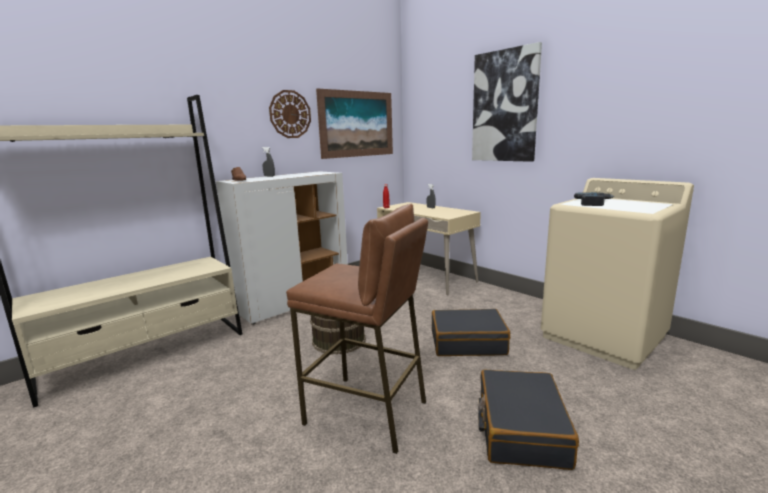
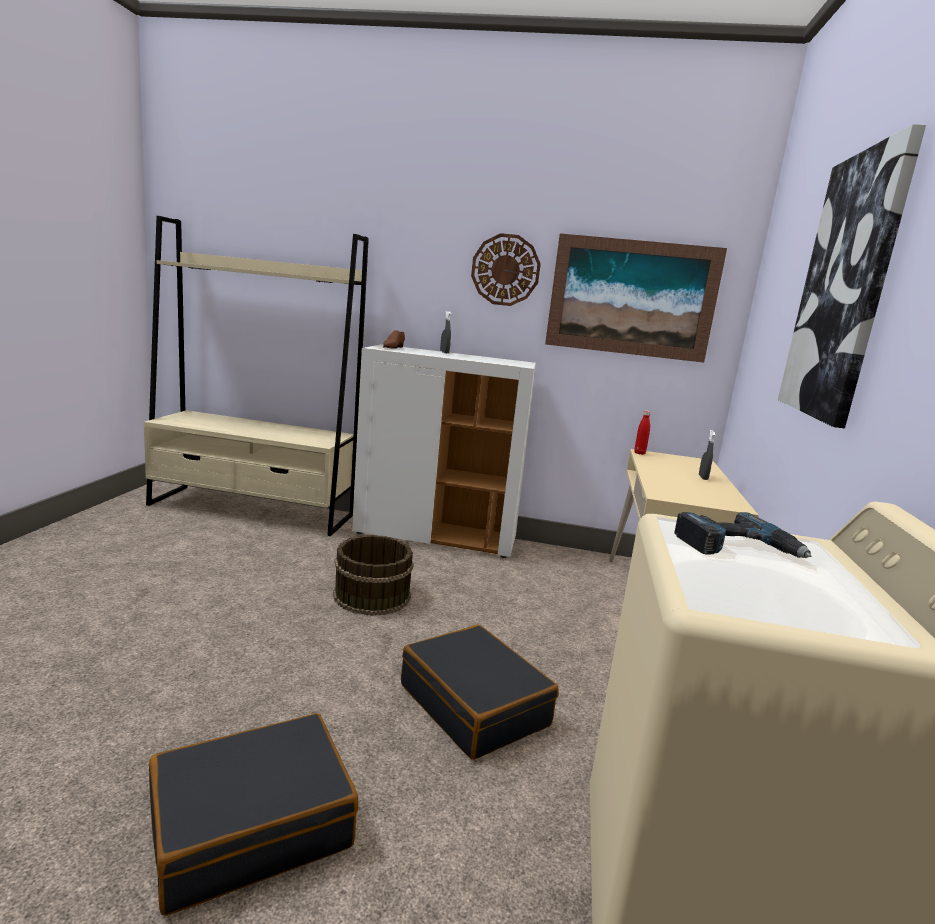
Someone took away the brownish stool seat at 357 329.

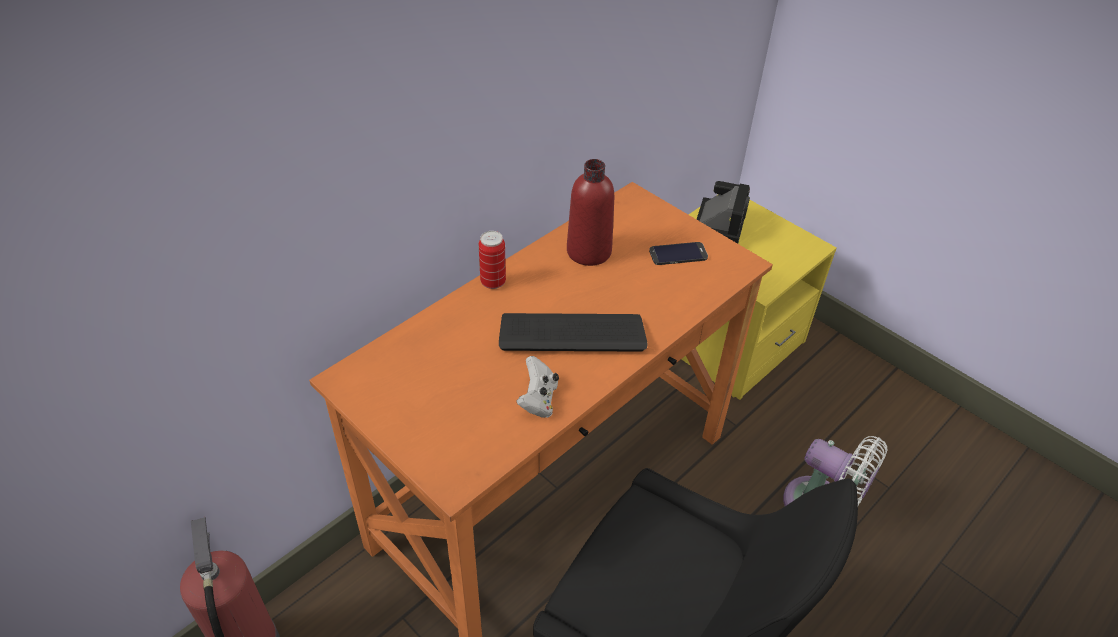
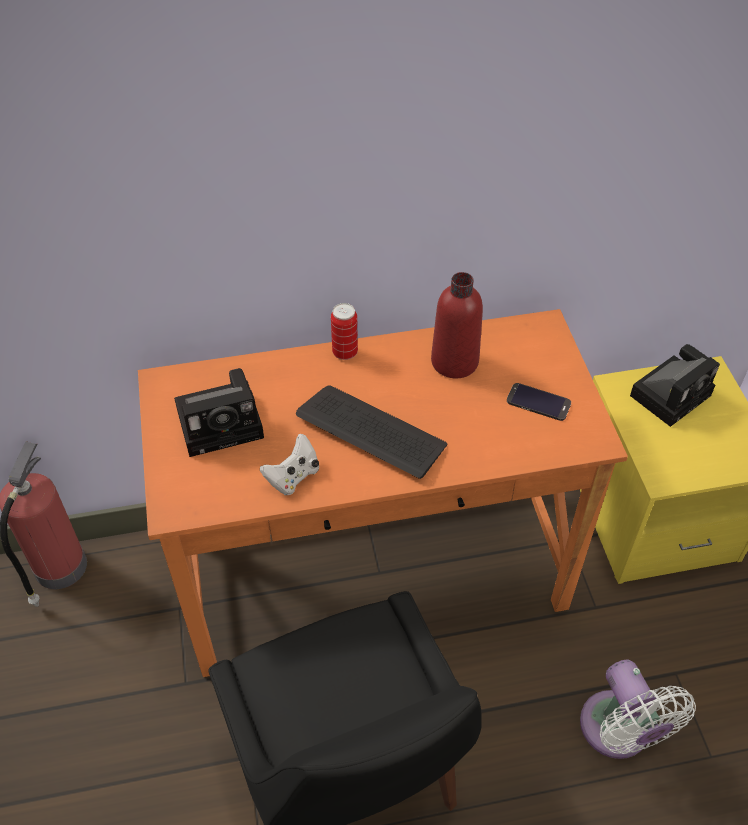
Someone put down the photo camera at 219 412.

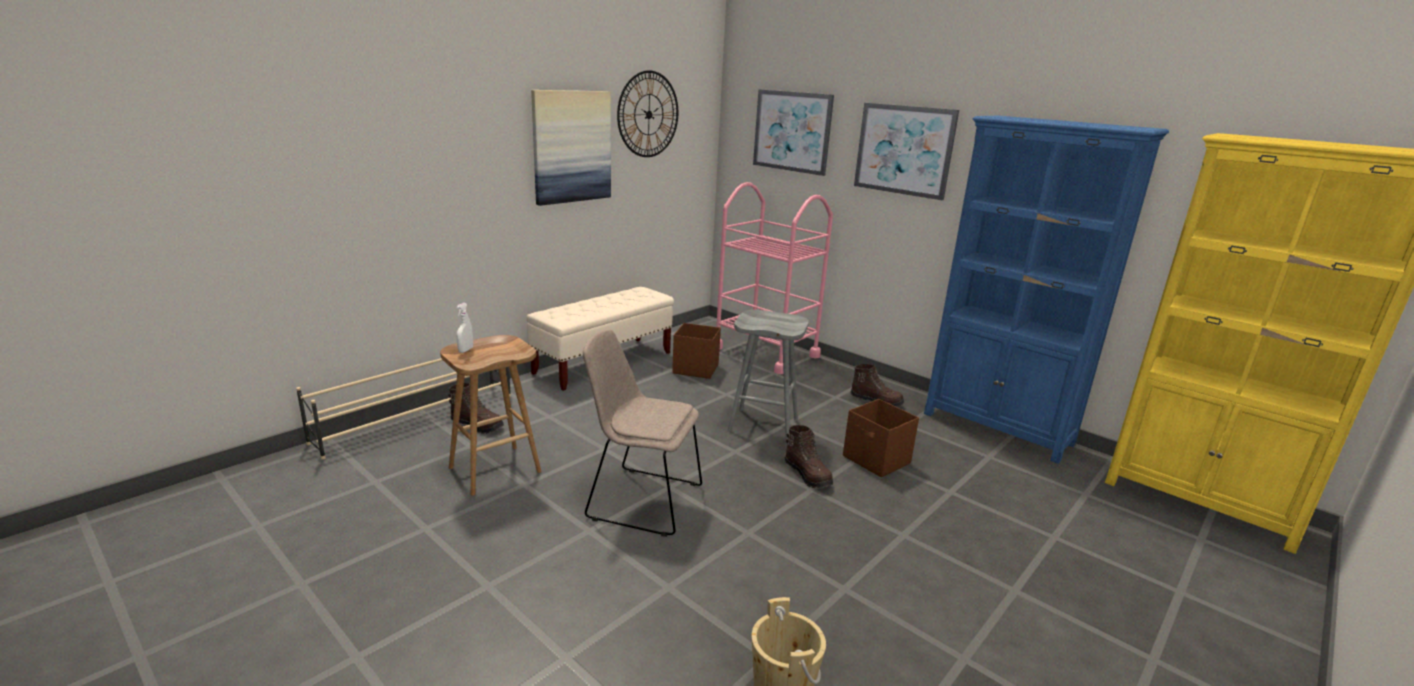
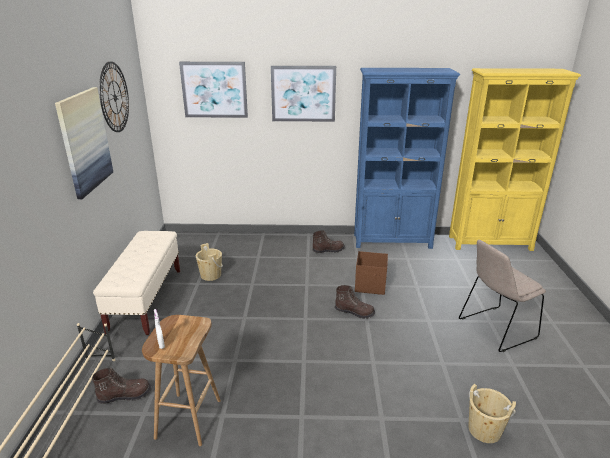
Someone swapped the brownish storage box at 696 351 for the beige-coloured water bucket at 209 262. Someone carried the beige-coloured plain chair from 642 433 to 502 296. Someone took away the pink cart at 774 278. Someone took away the gray stool seat at 768 374.

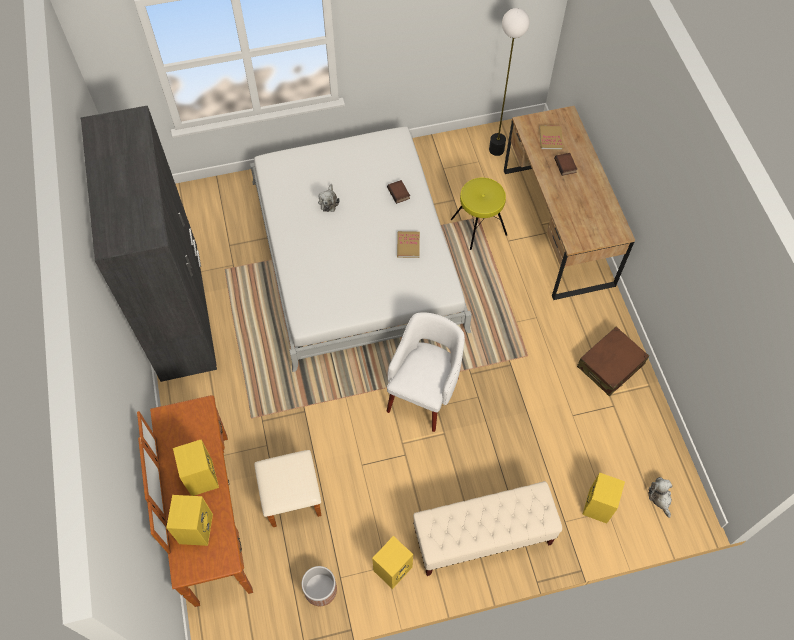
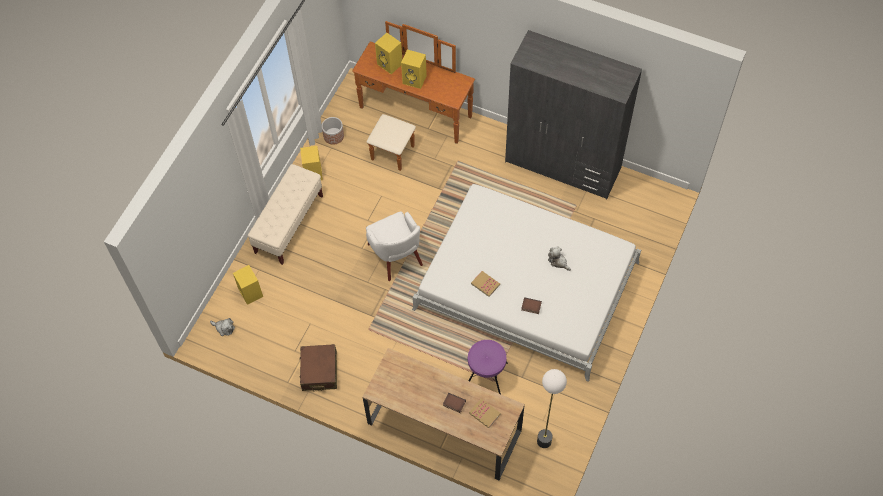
Someone repainted the yellowish stool seat at 479 214, which became the purple stool seat at 488 367.

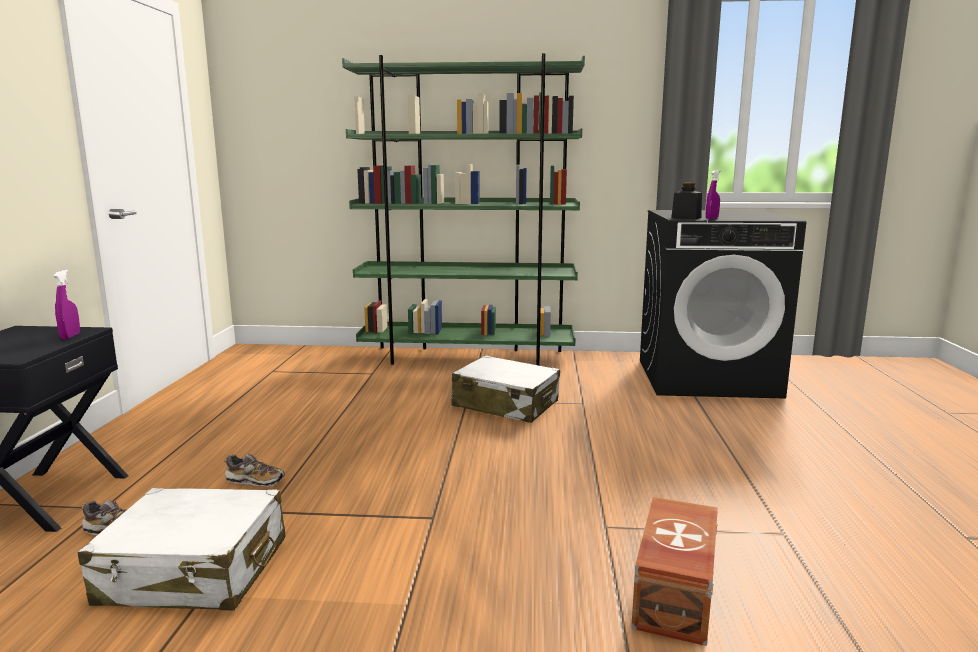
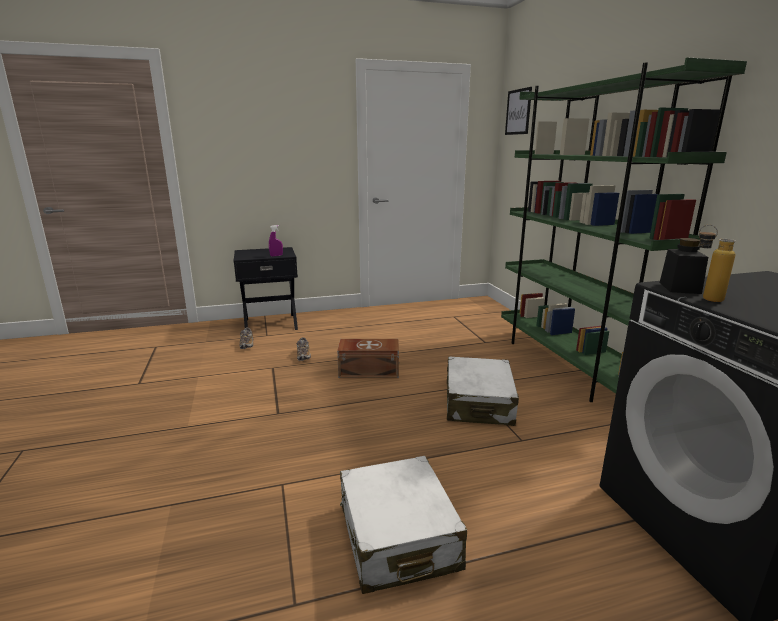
Someone carried the brownish storage box from 674 571 to 368 358. Someone carried the white-coloured piece of luggage from 181 549 to 403 525. Someone put up the wall art at 518 111. Someone swapped the purple spray bottle at 713 194 for the beverage bottle at 717 263.

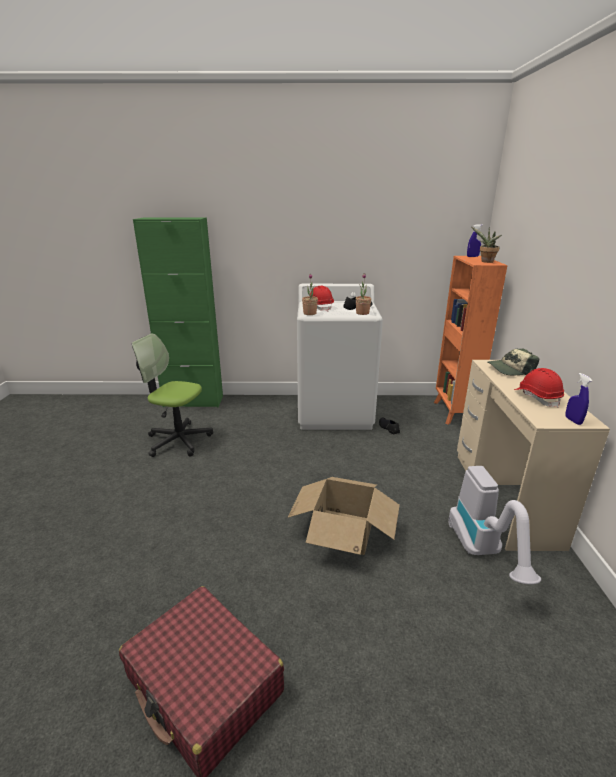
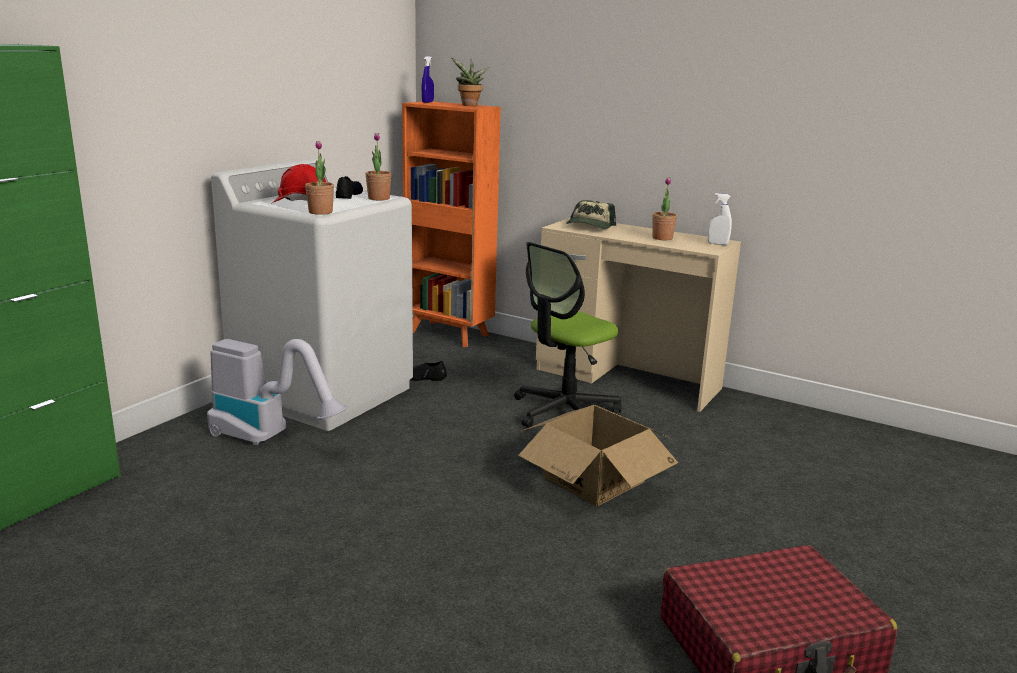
Someone carried the hoover from 494 525 to 277 392. Someone carried the office chair from 172 395 to 568 335. Someone swapped the red-coloured hard hat at 539 388 for the plant in a pot at 664 208. Someone repainted the blue spray bottle at 578 399, which became the white-coloured spray bottle at 720 219.

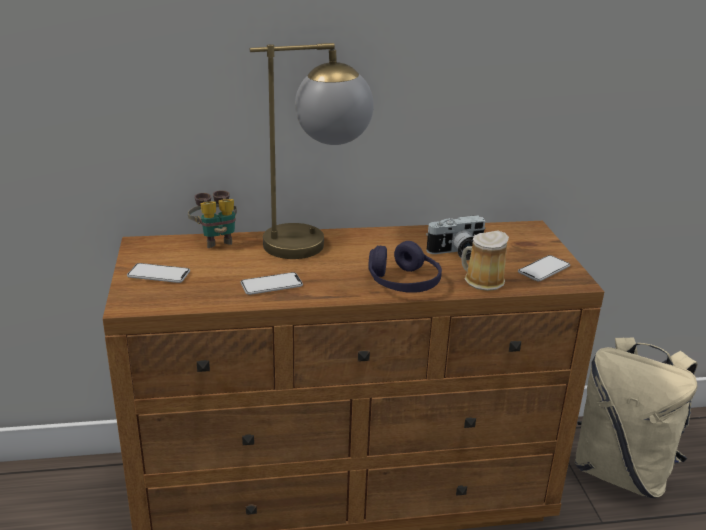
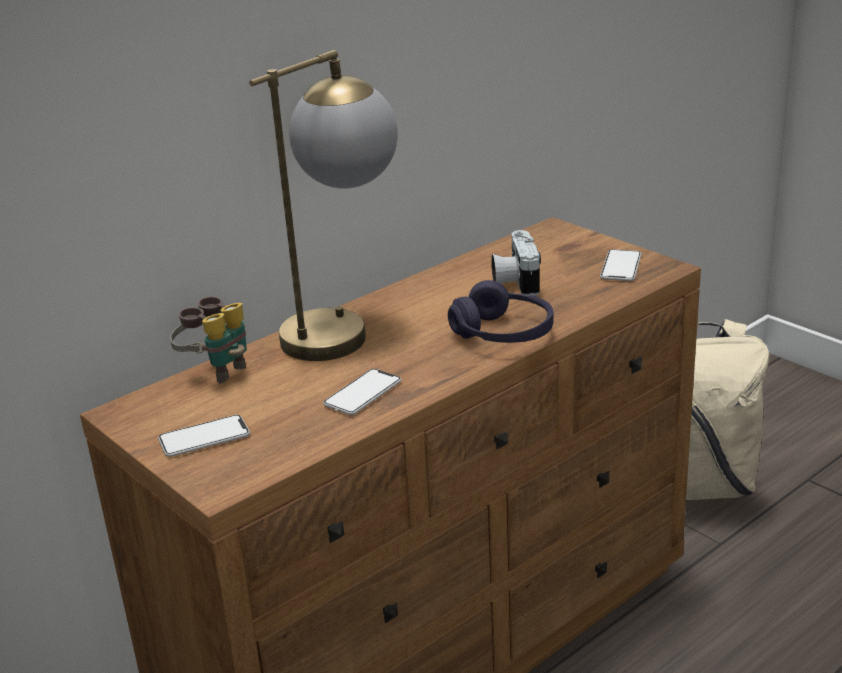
Someone rotated the photo camera at 455 237 by 135 degrees clockwise. Someone took away the coffee mug at 485 260.

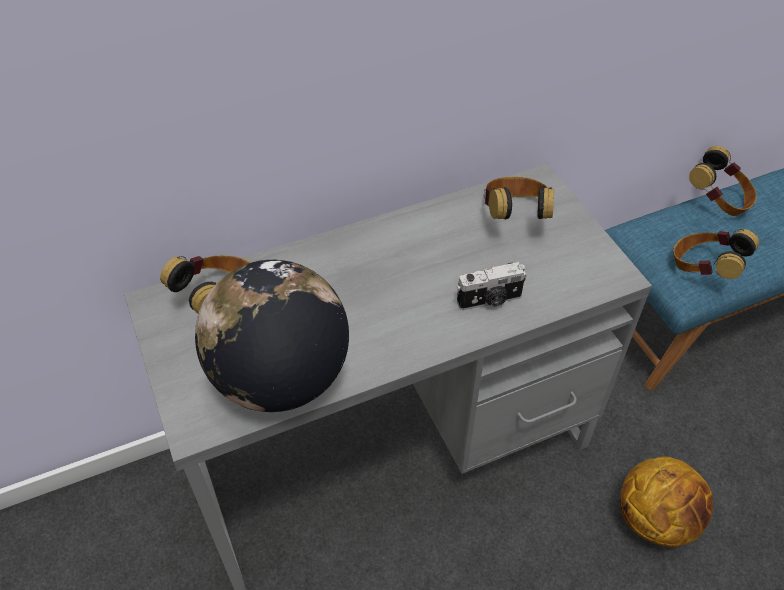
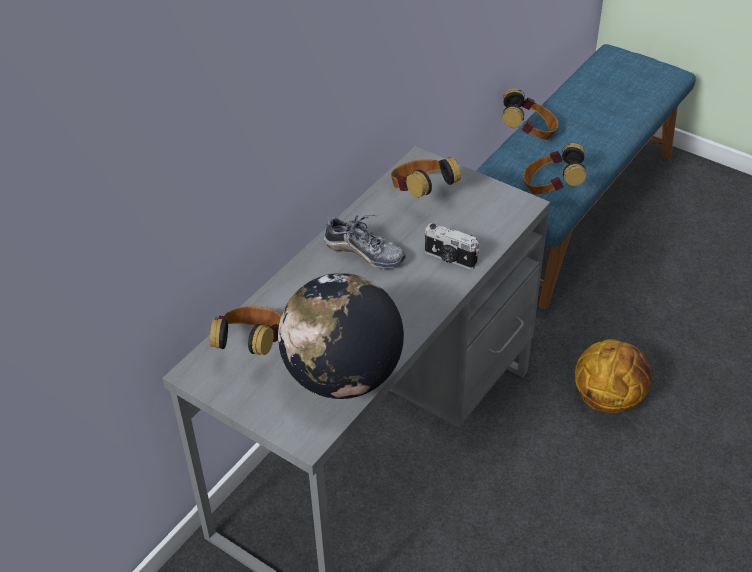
Someone put down the shoe at 365 242. Someone rotated the photo camera at 492 286 by 75 degrees clockwise.

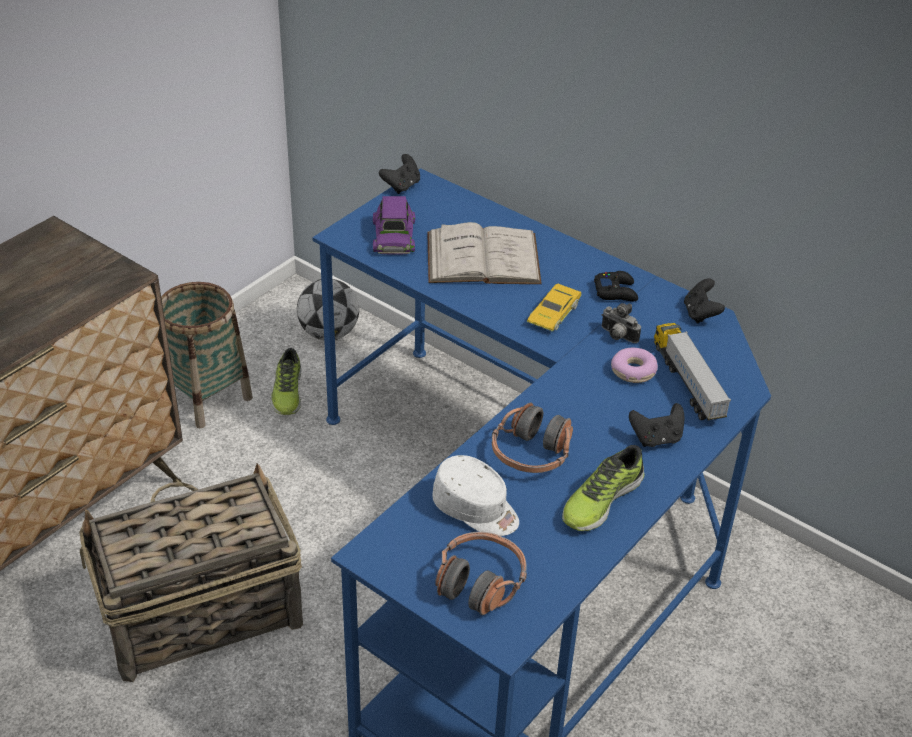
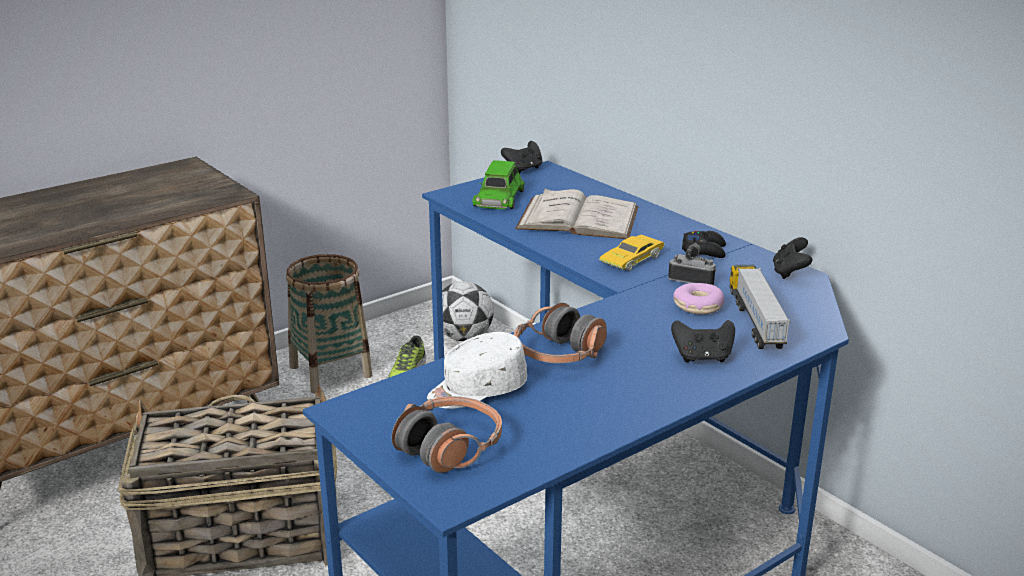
Someone rotated the white-coloured peaked cap at 475 495 by 105 degrees clockwise. Someone repainted the purple miniature car at 394 225, which became the green miniature car at 498 184. Someone rotated the photo camera at 621 323 by 150 degrees clockwise. Someone took away the shoe at 603 488.

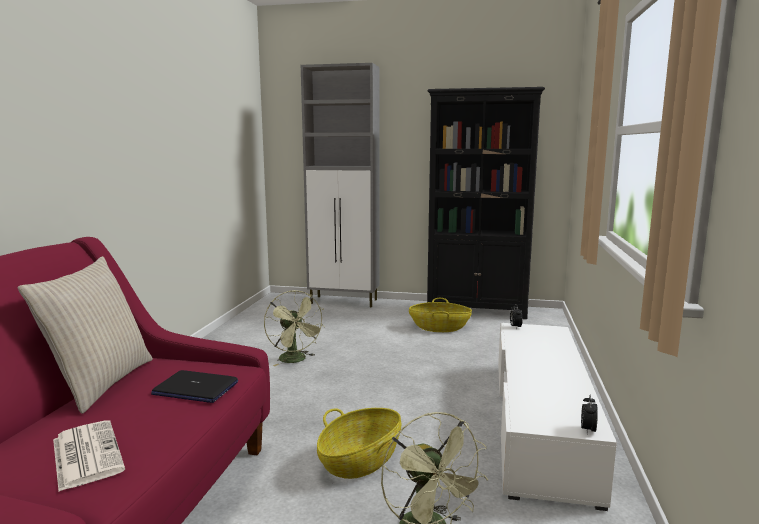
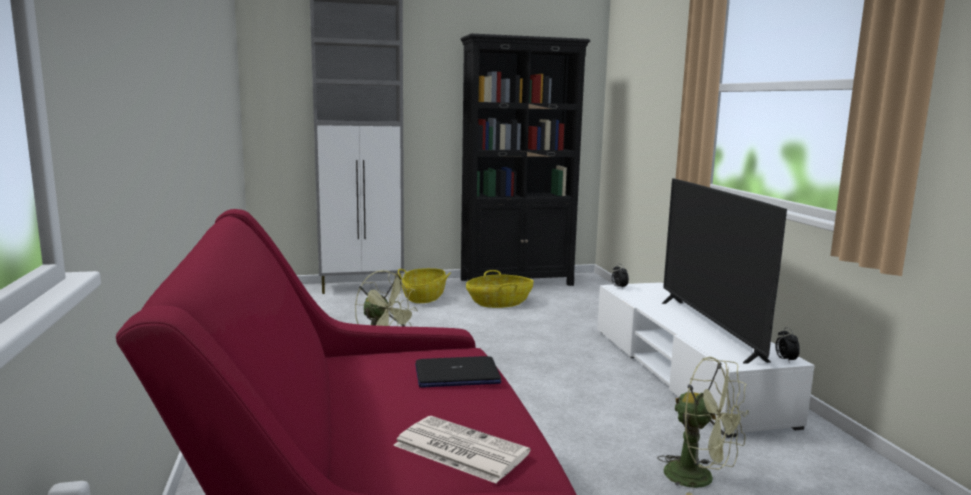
Someone carried the storage basket from 359 443 to 424 285. Someone put down the TV set at 724 271. Someone took away the beige-coloured throw pillow at 85 335.

